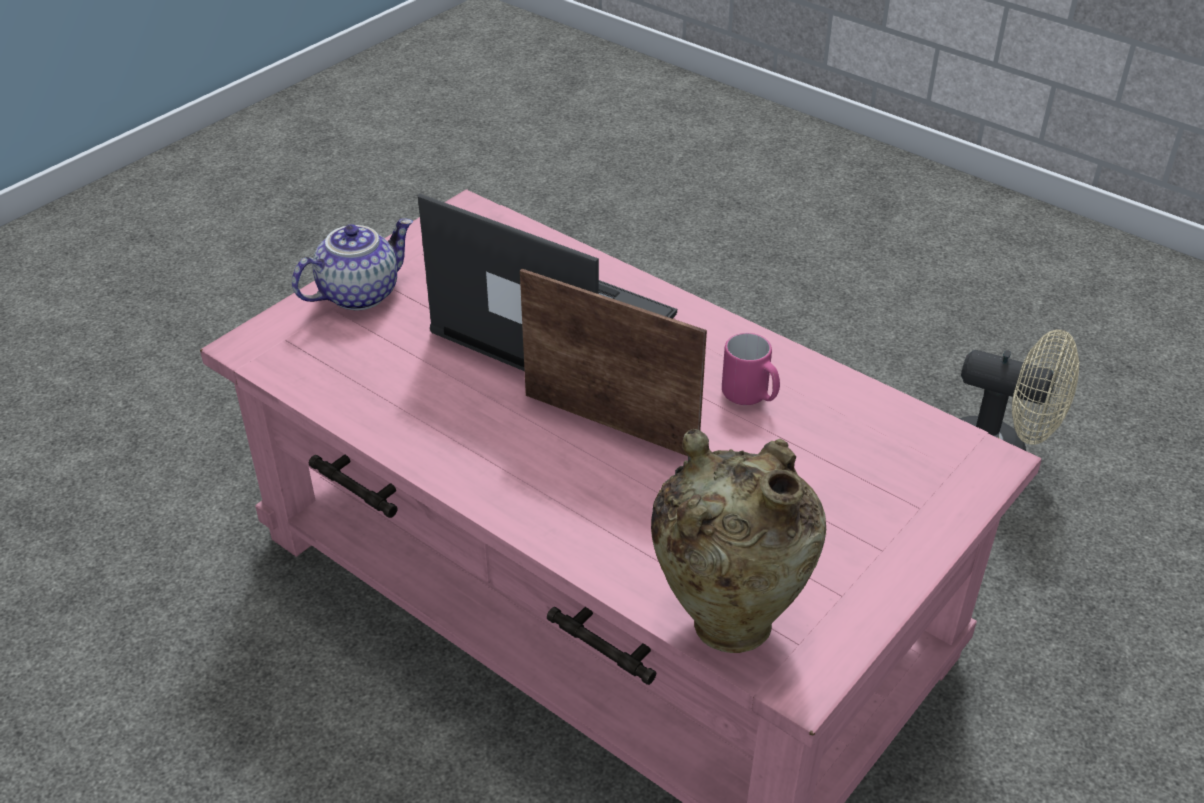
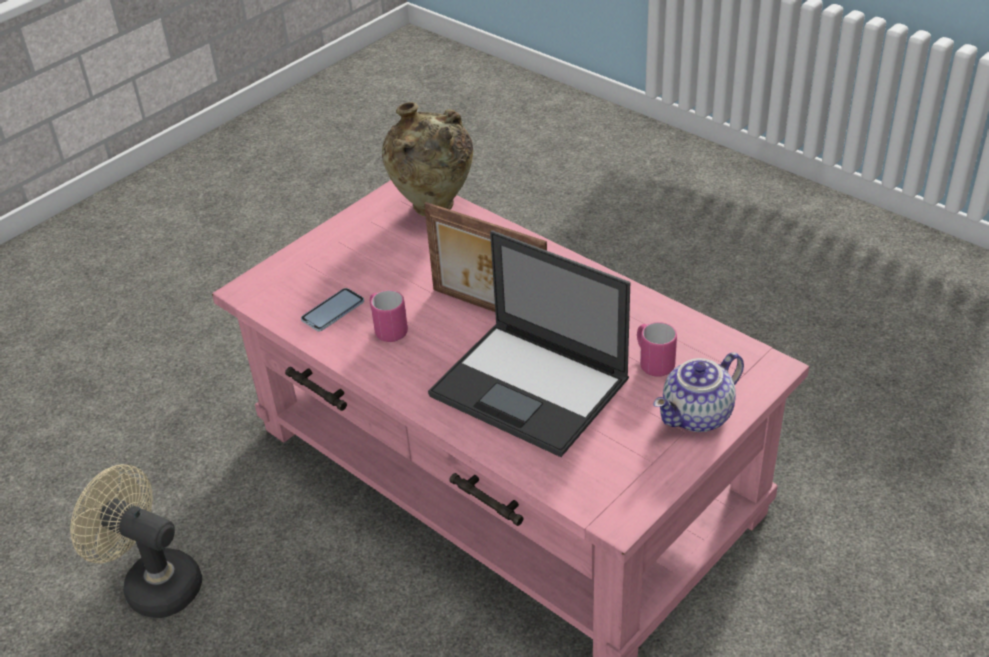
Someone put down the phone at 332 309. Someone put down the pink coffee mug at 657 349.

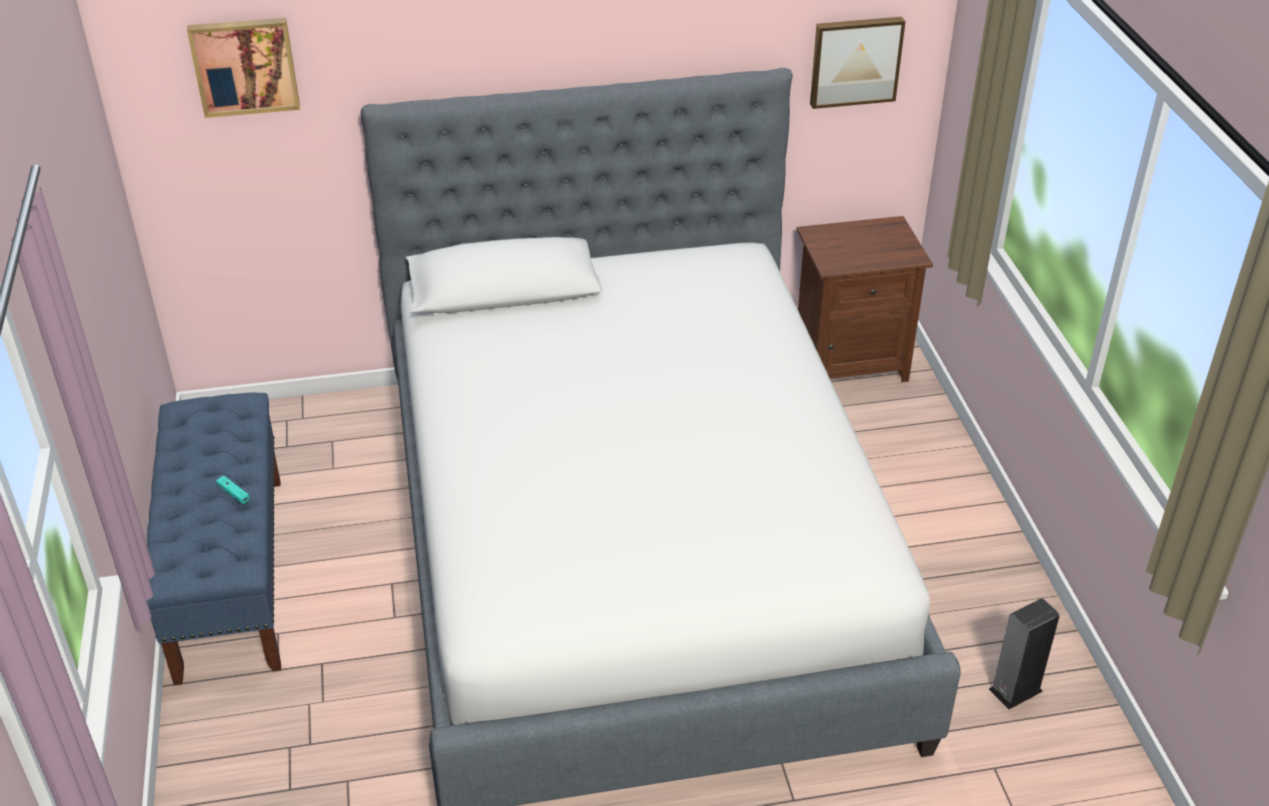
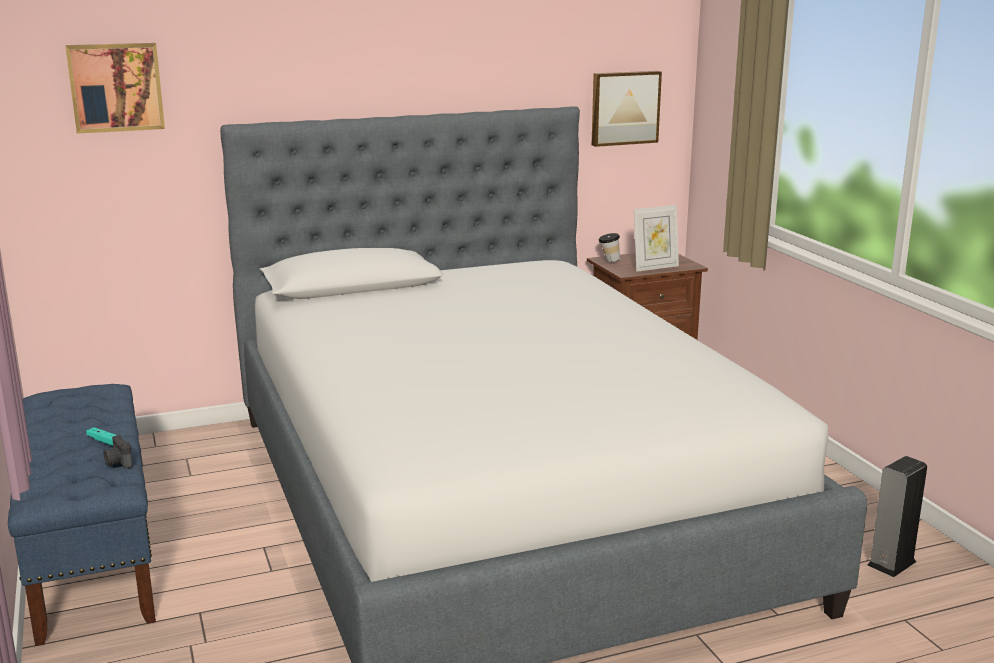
Someone put down the photo camera at 118 452. Someone put down the cup at 609 247. Someone put down the photo frame at 656 238.

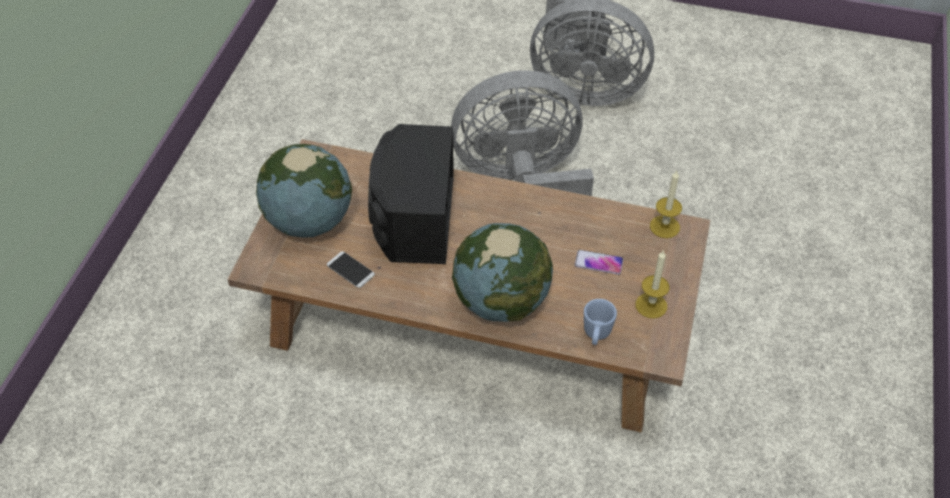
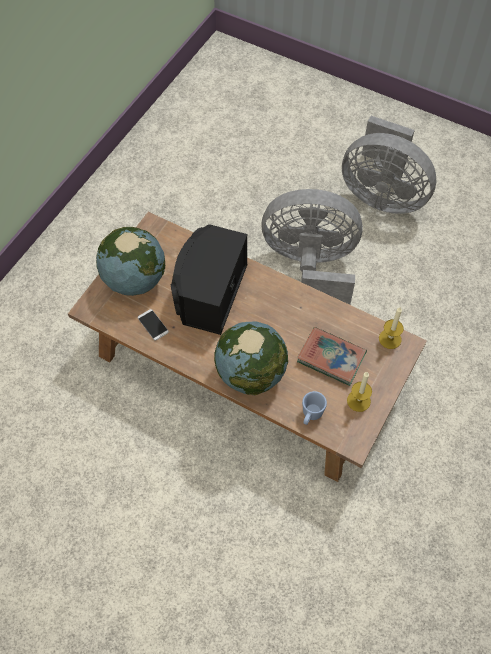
Someone swapped the phone at 599 262 for the volume at 332 356.

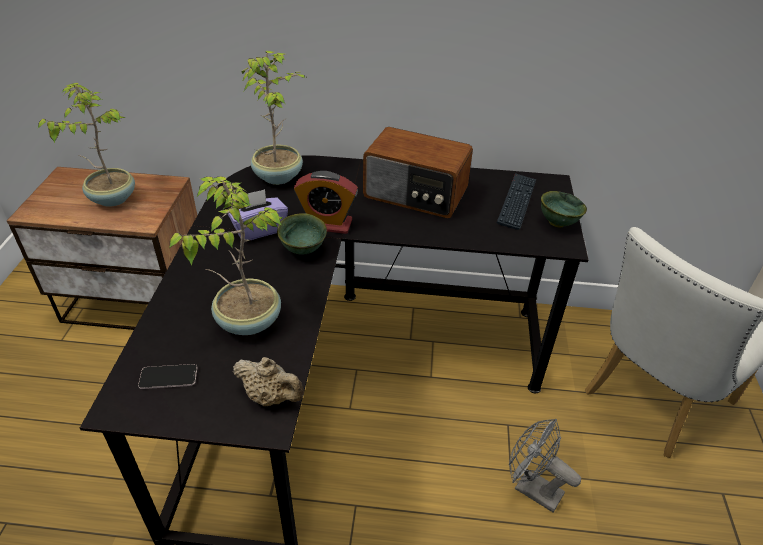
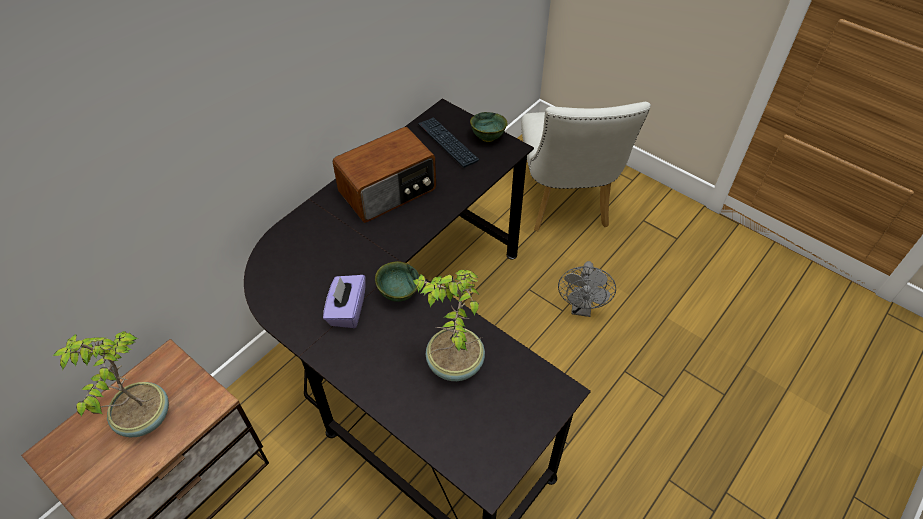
Someone rotated the gray fan at 545 465 by 60 degrees counterclockwise. Someone took away the phone at 167 376. Someone took away the beige-coloured teapot at 268 381. Someone took away the plant in a pot at 273 118. Someone took away the alarm clock at 326 202.

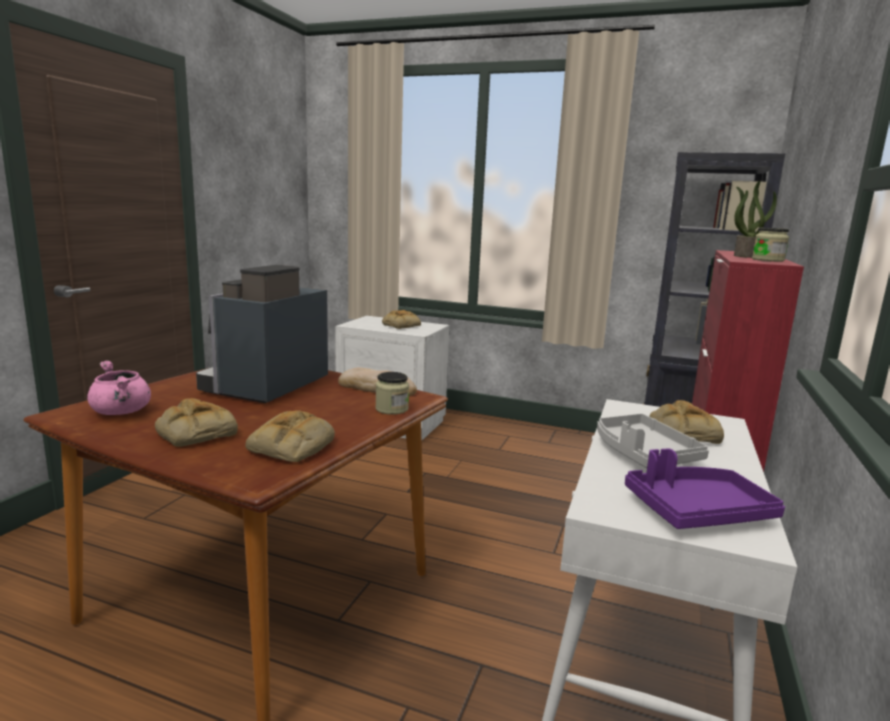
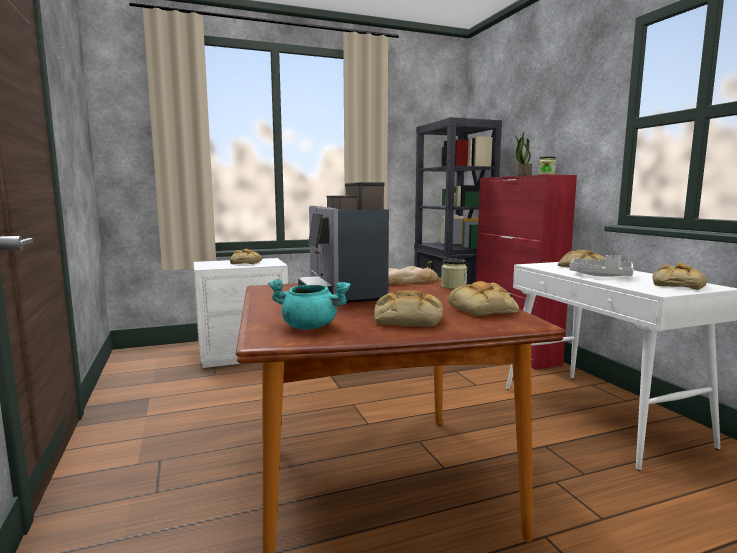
Someone repainted the pink saucepot at 119 387, which became the blue-green saucepot at 309 304. Someone swapped the purple carrying tray at 705 488 for the baked bread at 679 276.

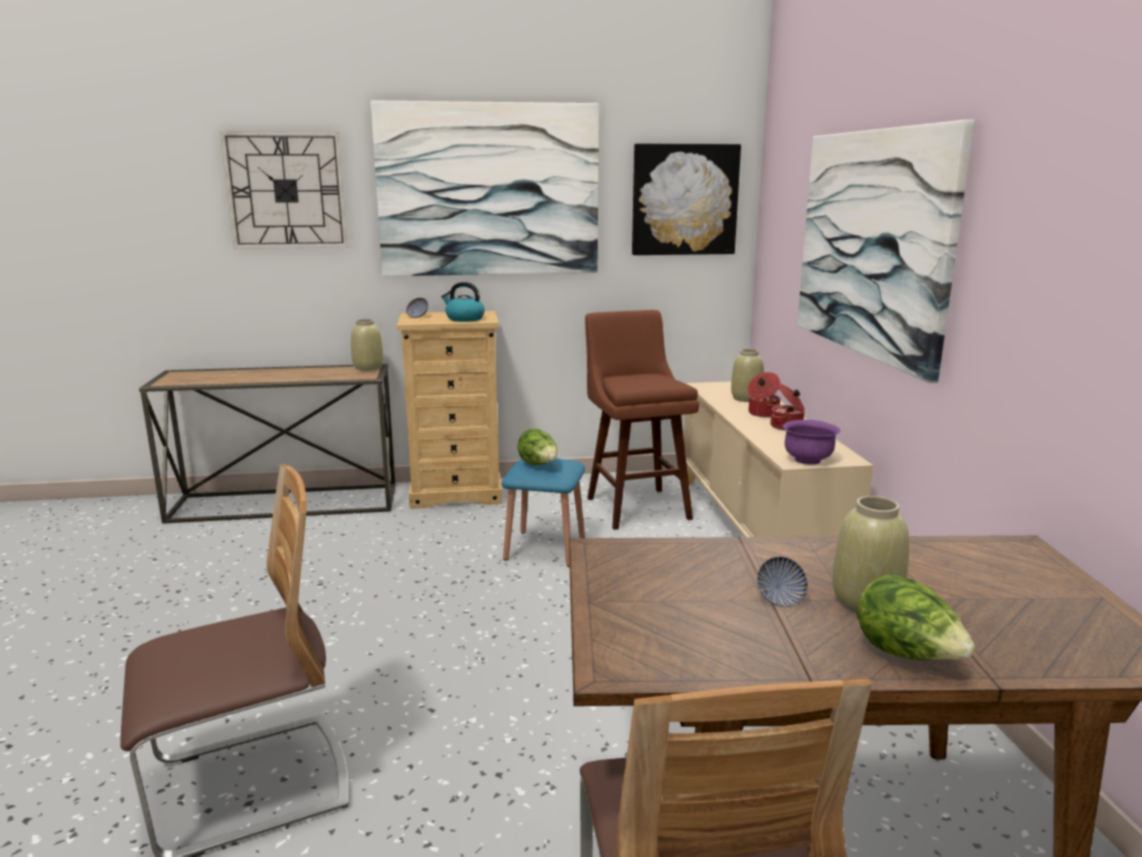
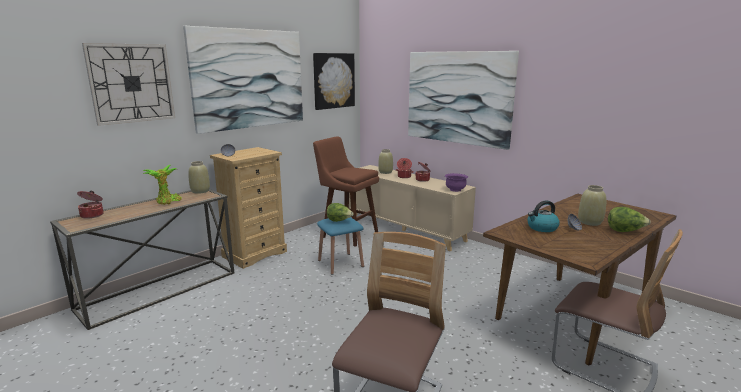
Someone put down the saucepot at 90 205. Someone put down the plant in a pot at 162 185. Someone carried the water kettle from 463 302 to 543 216.

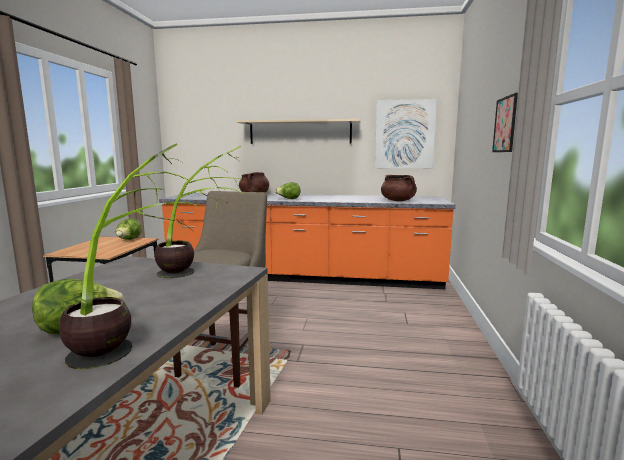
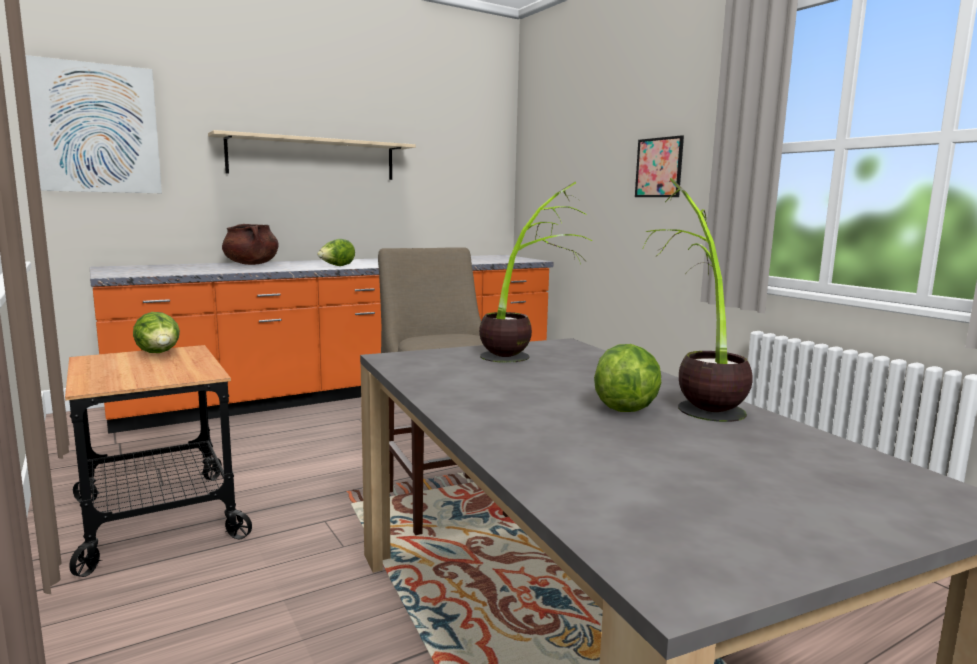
Someone carried the wall art from 406 134 to 93 124. Someone took away the brownish saucepot at 399 188.

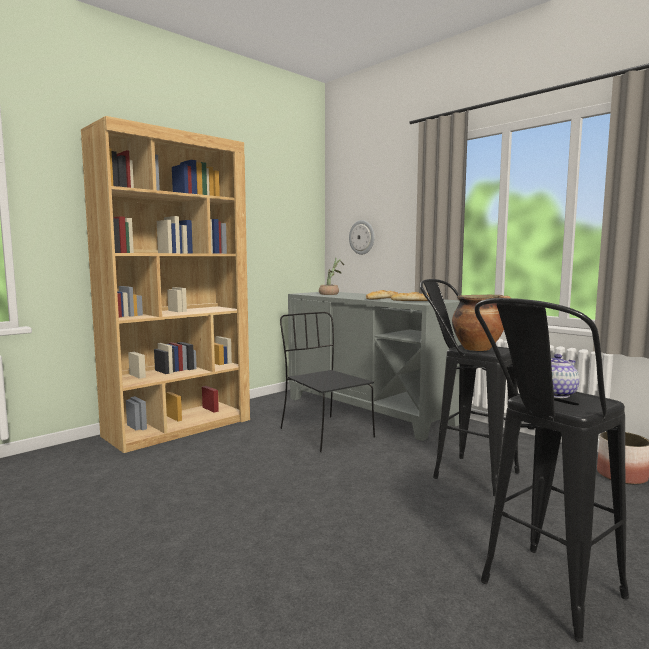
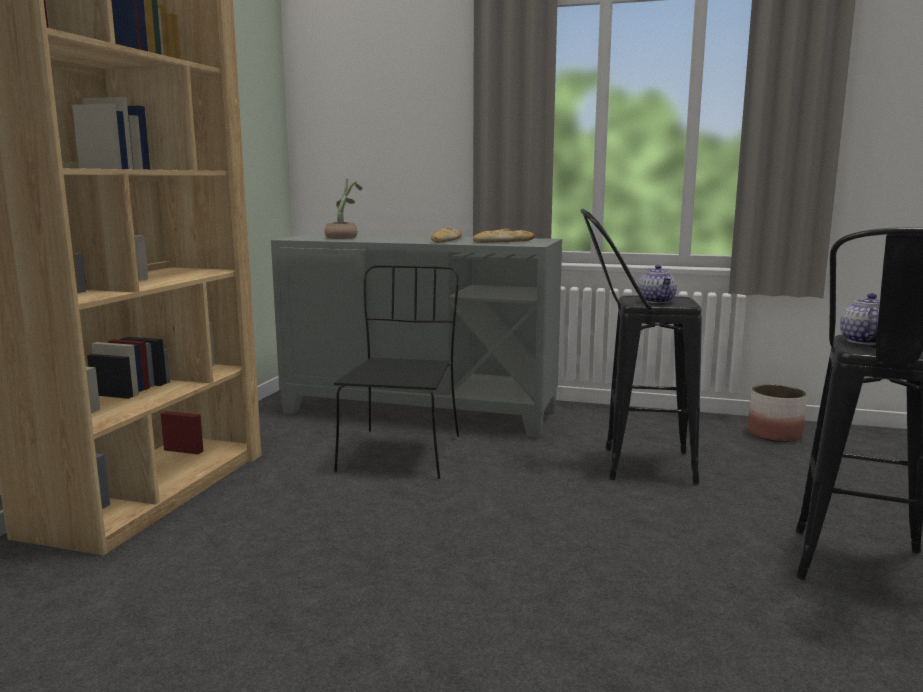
Someone rotated the black plain chair at 327 382 by 75 degrees clockwise. Someone swapped the saucepot at 481 323 for the teapot at 657 284. Someone took away the hanging clock at 362 237.

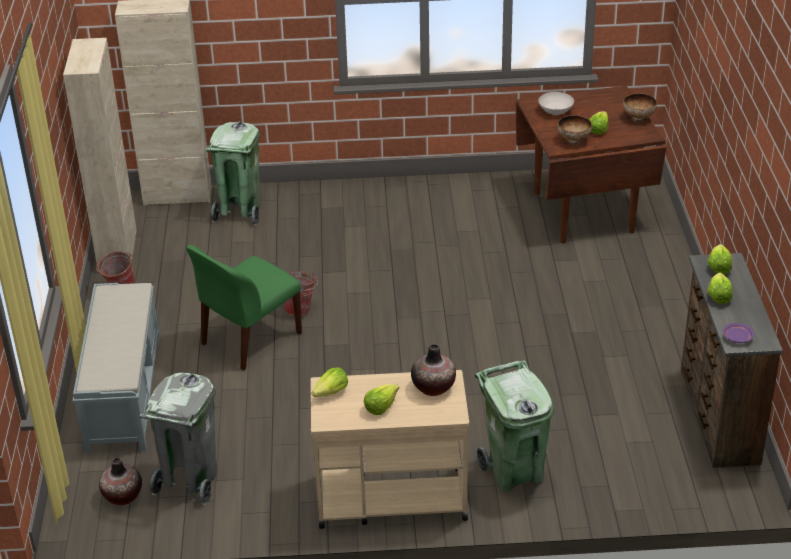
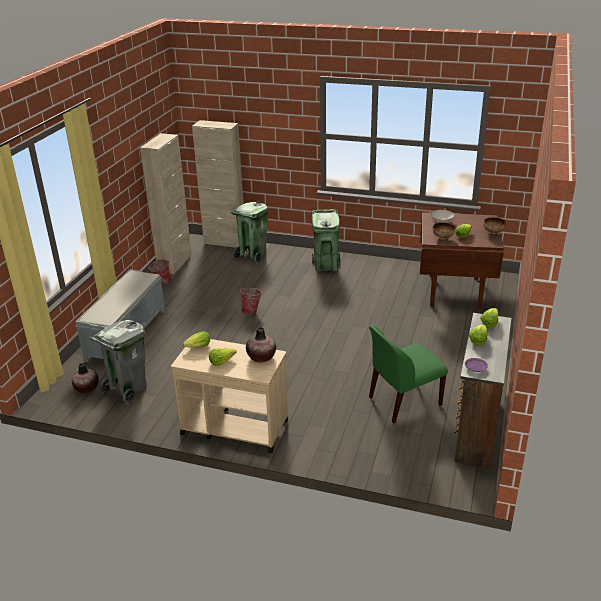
Someone carried the green trash can from 514 426 to 325 240. Someone carried the green plain chair from 244 308 to 408 374.

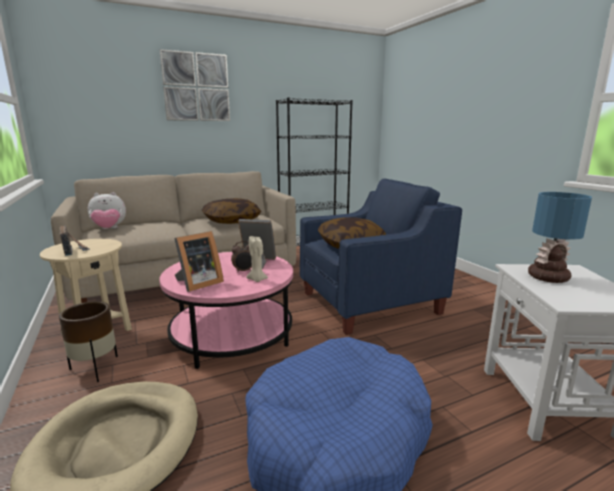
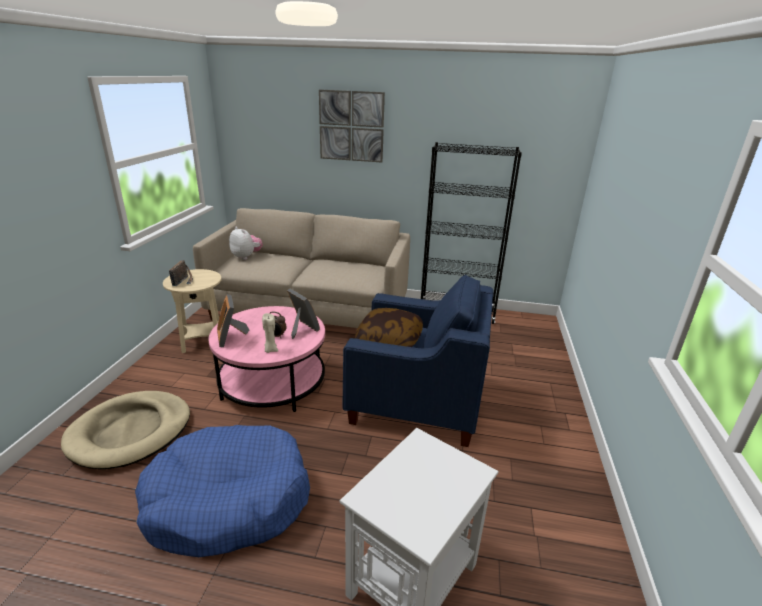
Someone rotated the photo frame at 199 261 by 75 degrees clockwise. Someone rotated the plush toy at 107 210 by 150 degrees counterclockwise. Someone took away the brownish planter at 88 341. Someone took away the throw pillow at 231 211. Someone took away the lamp for a table at 560 237.

